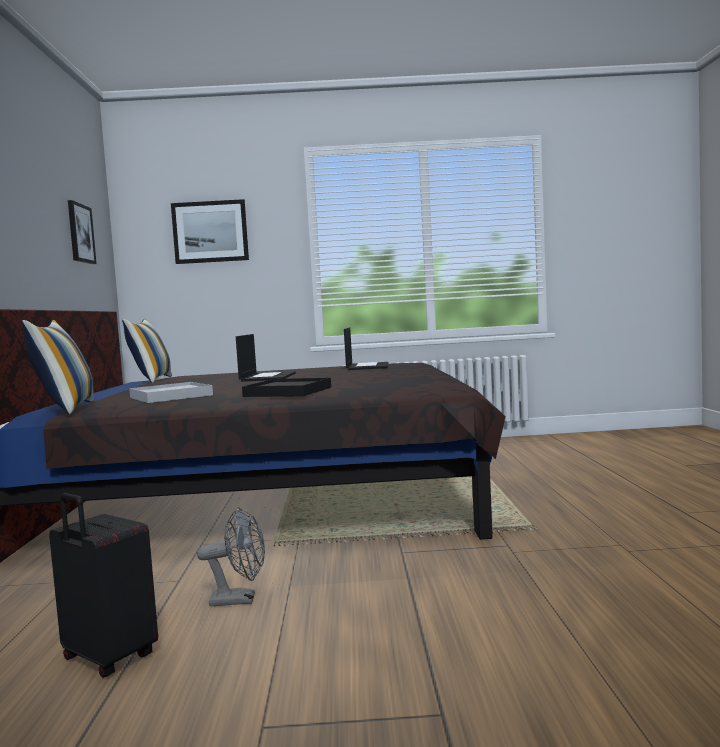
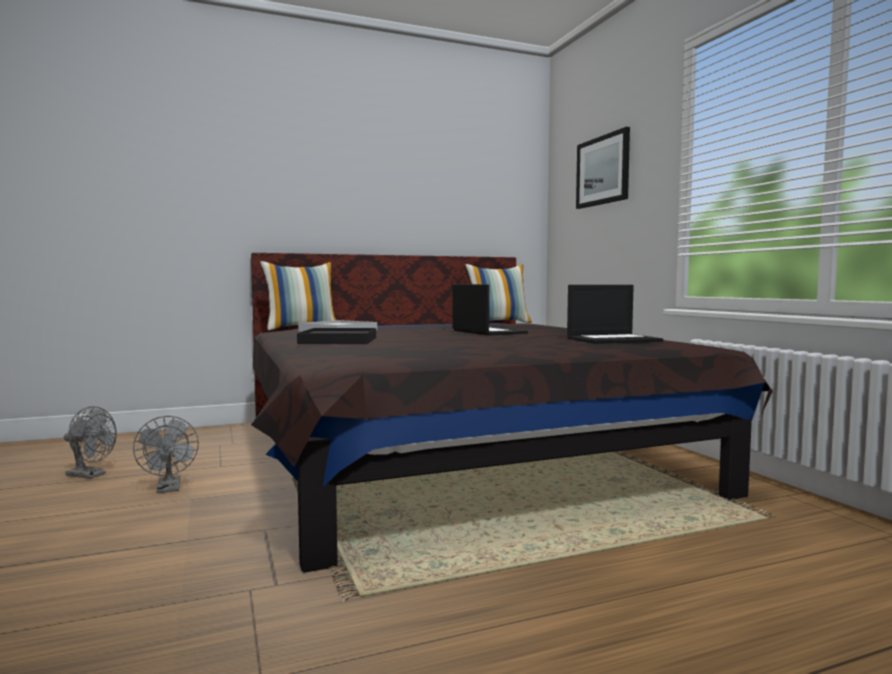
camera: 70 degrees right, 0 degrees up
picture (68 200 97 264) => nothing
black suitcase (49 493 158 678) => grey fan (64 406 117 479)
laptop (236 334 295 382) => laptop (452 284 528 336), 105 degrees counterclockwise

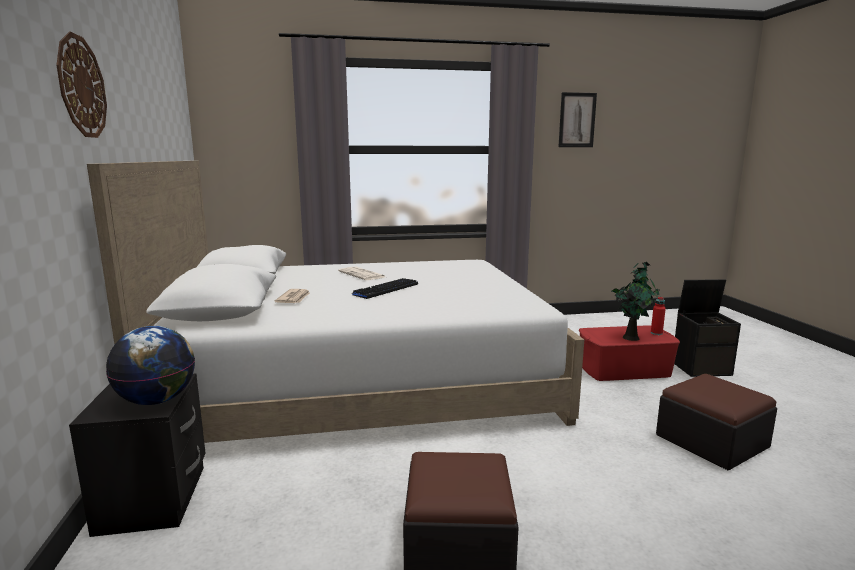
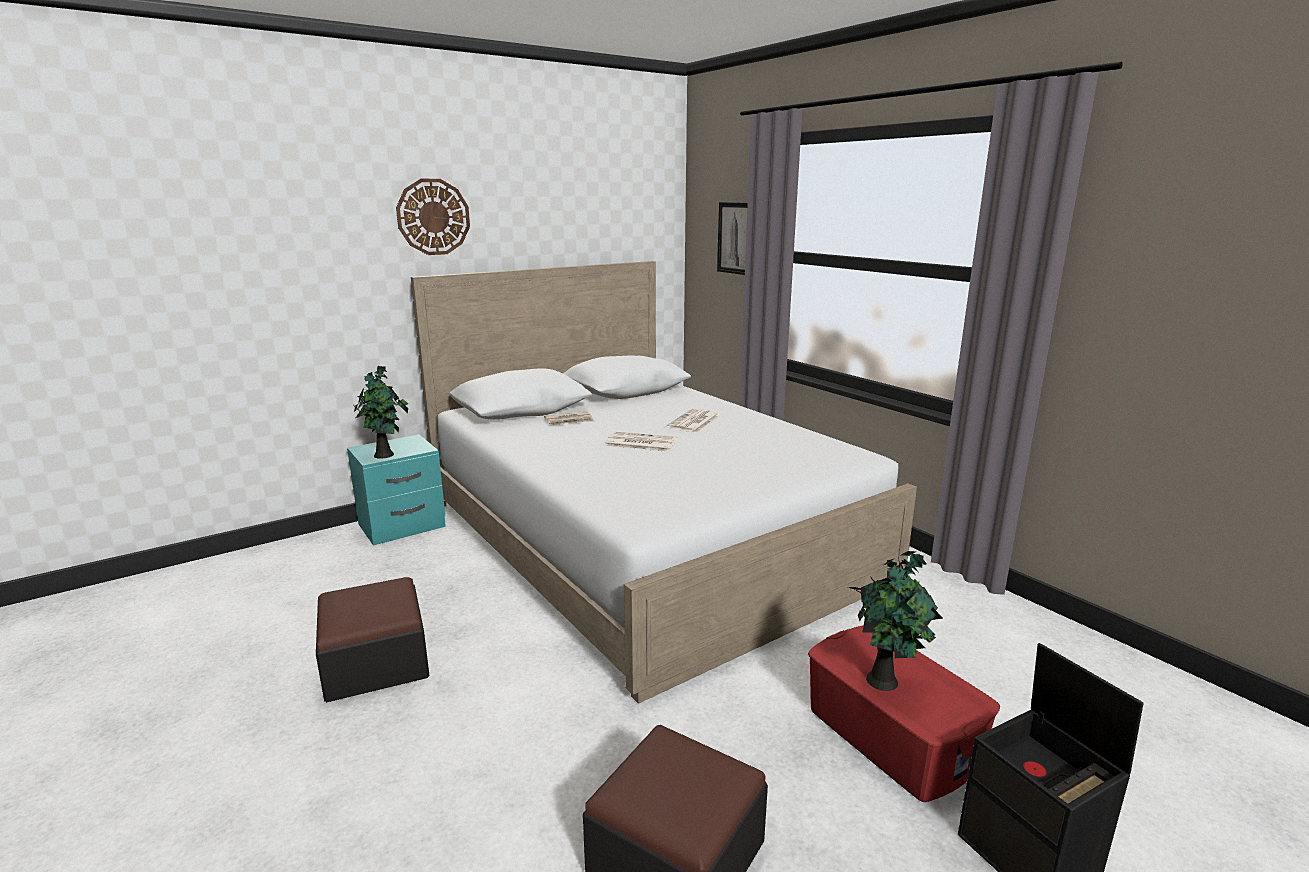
camera: 65 degrees right, 5 degrees up
red bottle (651 297 666 335) => nothing
picture (558 92 597 147) => picture (717 202 748 275), relocated
globe (106 326 195 405) => potted plant (353 366 408 459)
keyboard (353 278 418 299) => newspaper (604 432 677 452)
black nightstand (69 373 206 537) => turquoise nightstand (347 434 446 545)

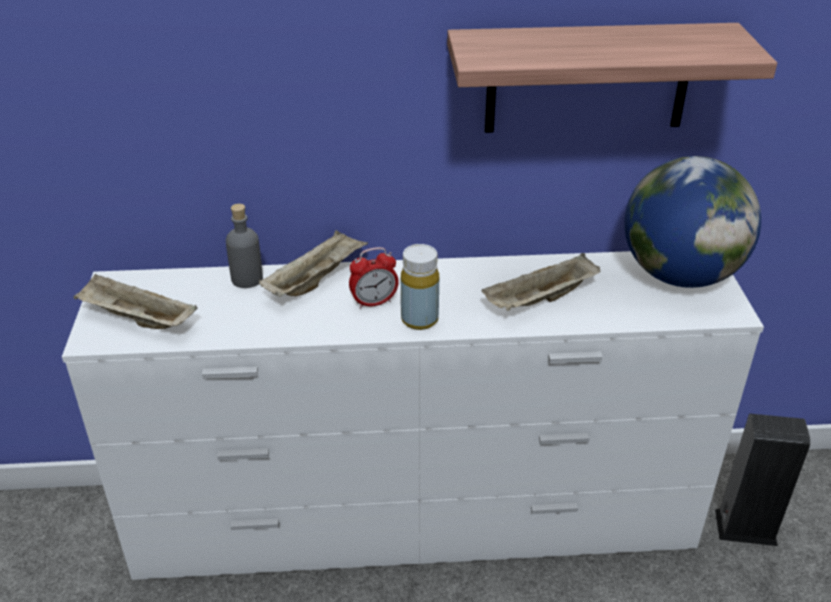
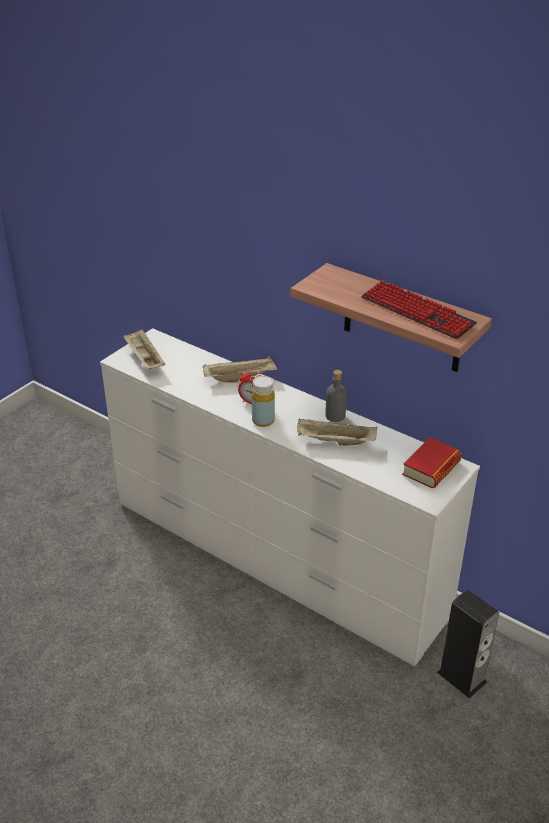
camera: 40 degrees right, 0 degrees up
nothing => keyboard (361 280 477 339)
grey bottle (226 204 263 288) => grey bottle (325 370 347 422), relocated
globe (624 156 761 288) => book (402 437 462 489)

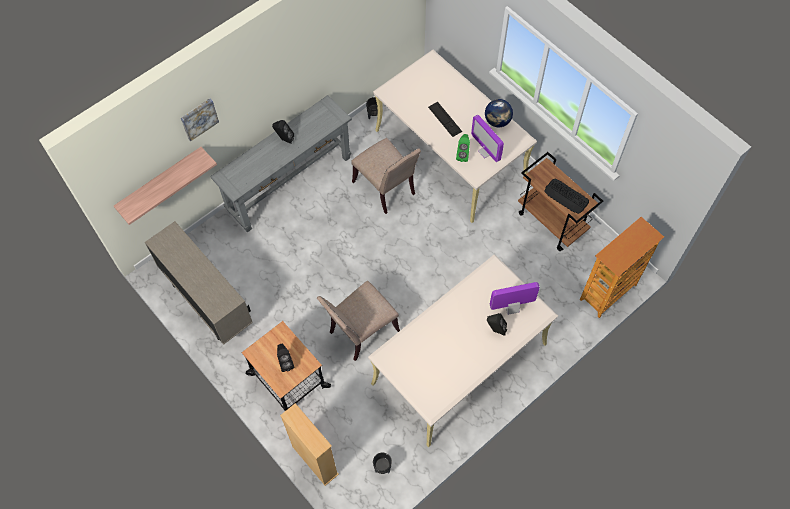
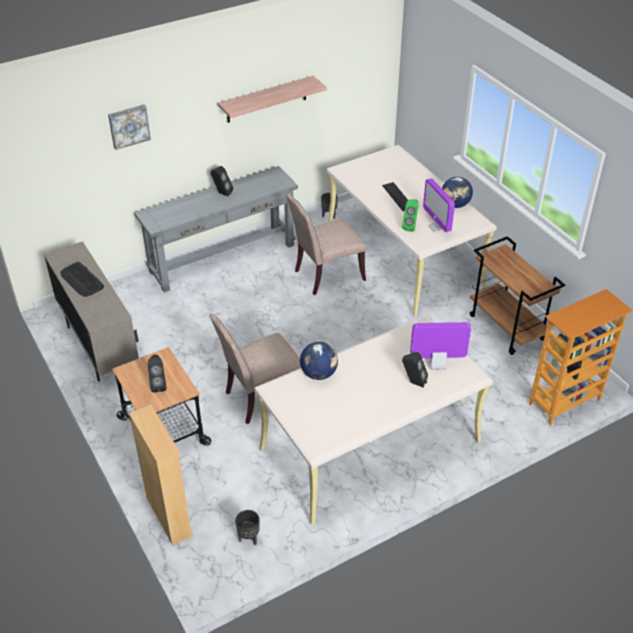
camera: 10 degrees right, 20 degrees down
nothing => globe (300 342 338 380)
shelf (114 147 217 225) => shelf (218 76 327 123), relocated
keyboard (544 178 589 214) => keyboard (60 262 104 297), relocated
beige chair (351 138 421 214) => beige chair (286 194 366 295), 90 degrees clockwise

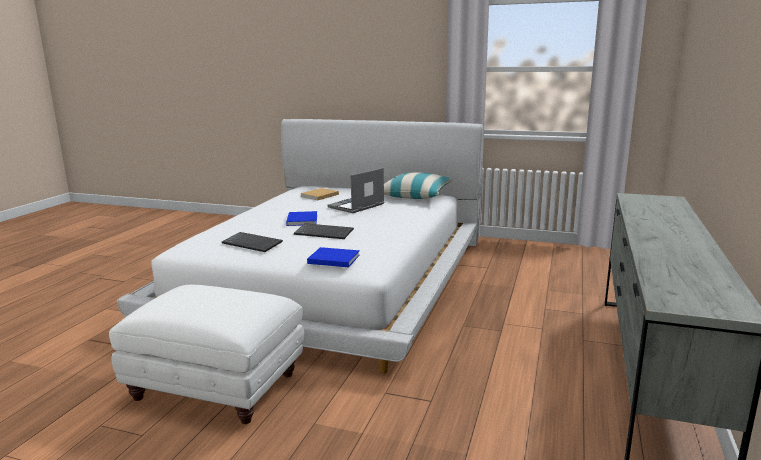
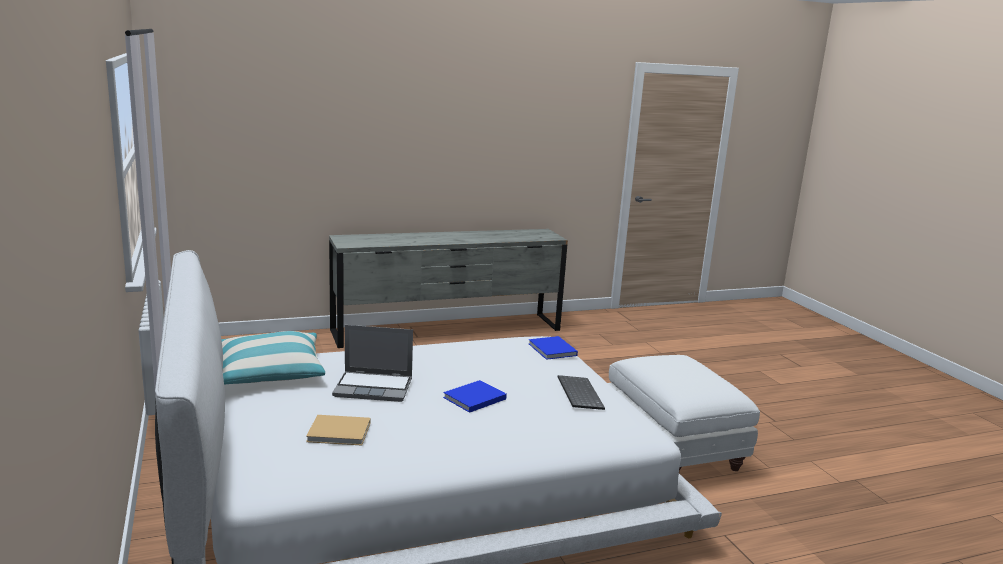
camera: 130 degrees left, 0 degrees up
keyboard (294 223 354 239) => nothing

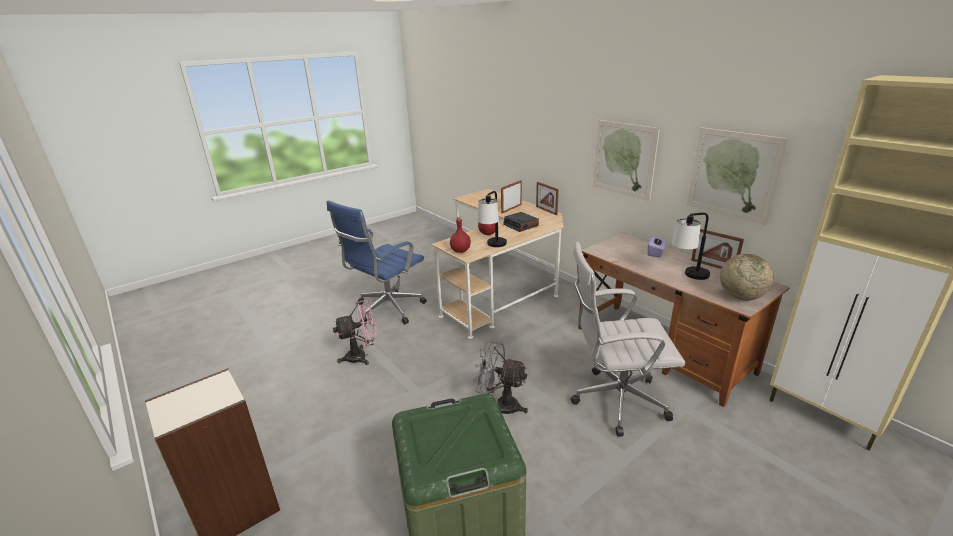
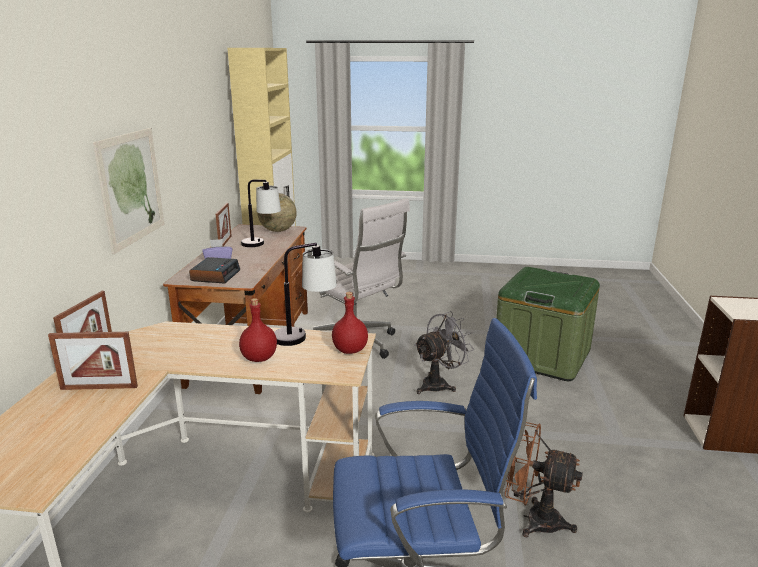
camera: 135 degrees left, 5 degrees down
picture (687 127 788 225) => nothing
alarm clock (503 212 539 232) => alarm clock (189 257 240 284), relocated
pink fan (333 300 378 365) => brown fan (505 422 583 537)
grey fan (474 341 528 414) => grey fan (414 311 474 394), 105 degrees counterclockwise

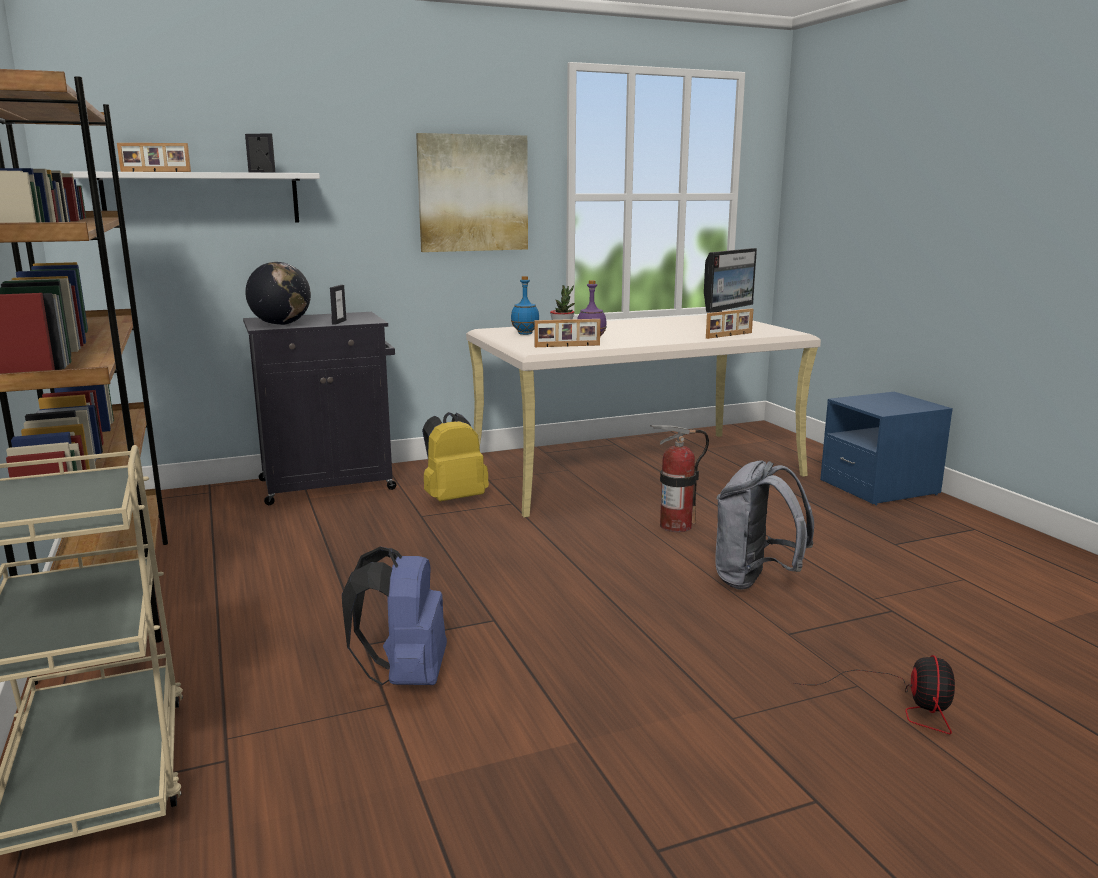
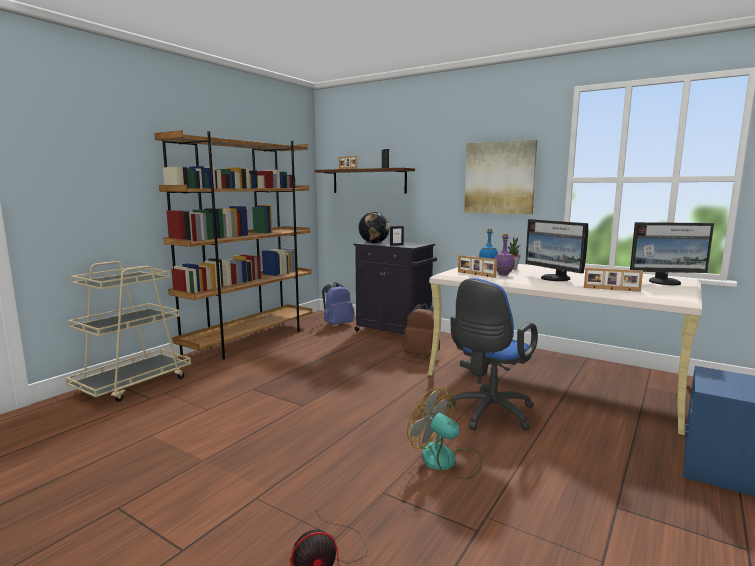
camera: 55 degrees right, 5 degrees down
nothing => monitor (525 219 588 281)
blue backpack (342 547 447 685) => blue backpack (322 282 355 325), relocated
fire extinguisher (650 425 709 532) => blue office chair (447 278 538 430)
grey backpack (715 460 814 590) => fan (407 388 483 479)
white shelf (70 171 320 223) => brown shelf (314 168 415 194)
yellow backpack (422 412 489 501) => brown backpack (402 303 440 356)

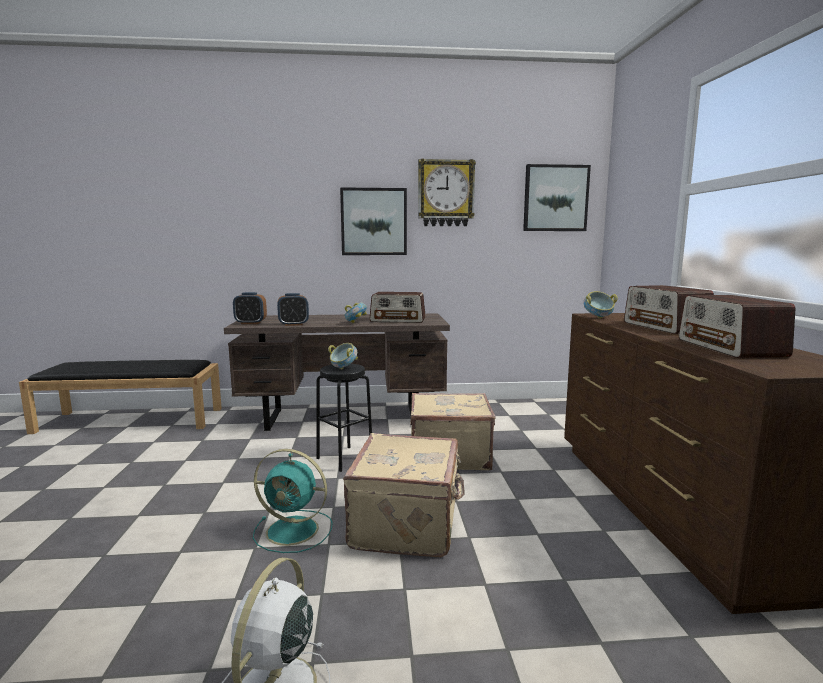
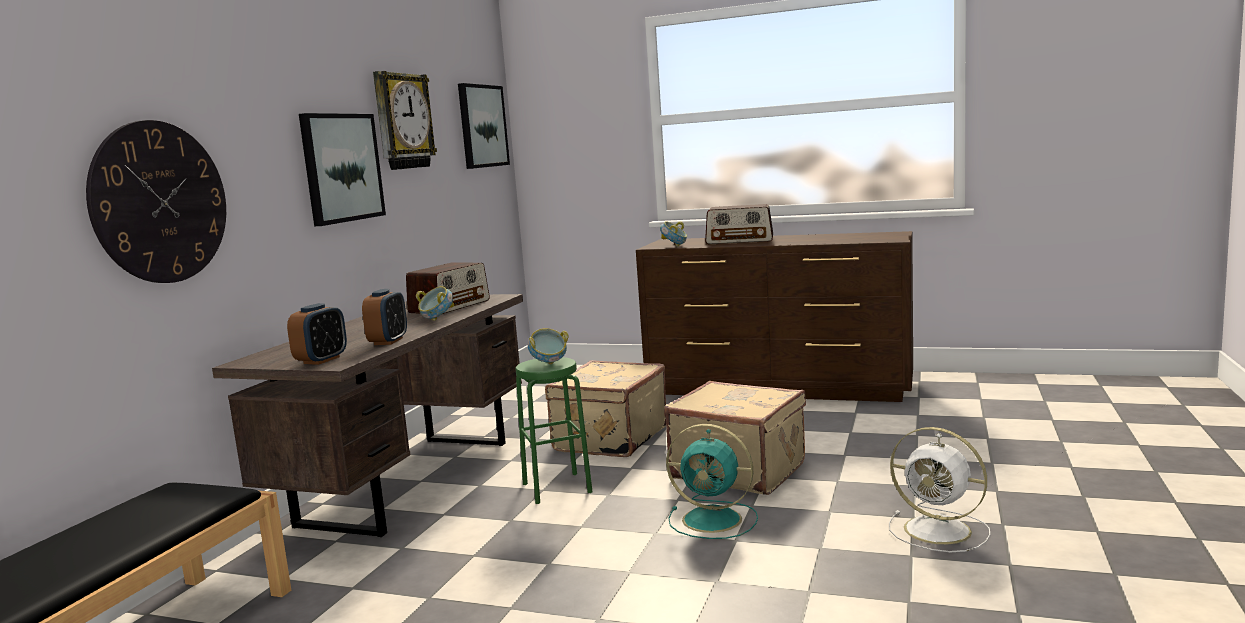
camera: 65 degrees left, 0 degrees up
radio (679 295 795 358) => nothing
nothing => wall clock (86 120 226 283)
black stool (316 364 372 472) => green stool (516 357 593 504)
turquoise fan (253 449 332 553) => turquoise fan (666 424 758 539), 75 degrees clockwise

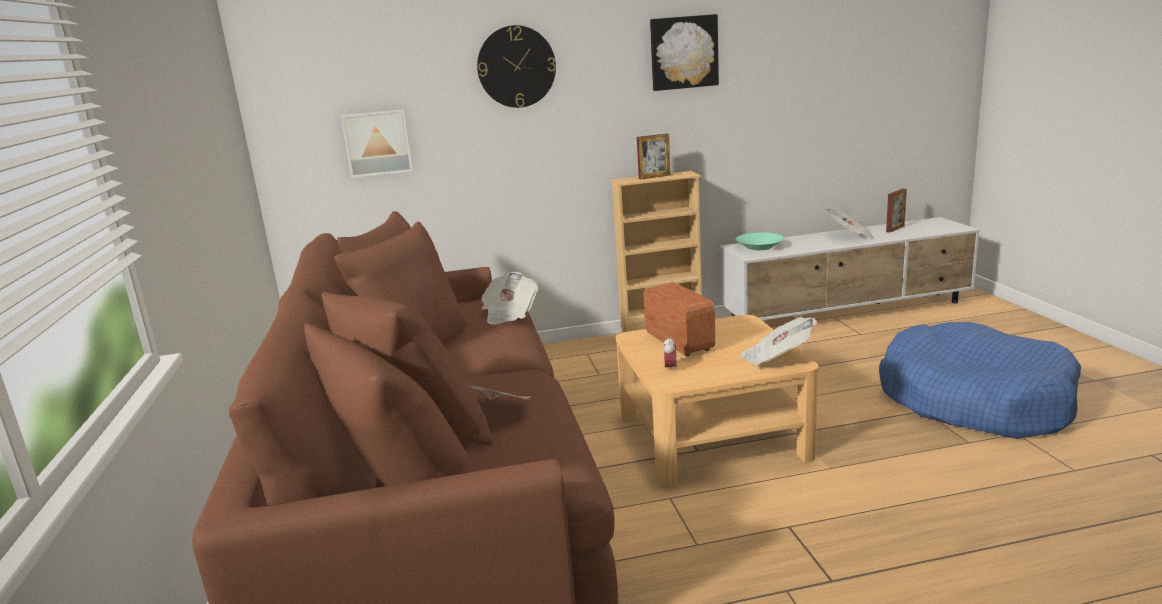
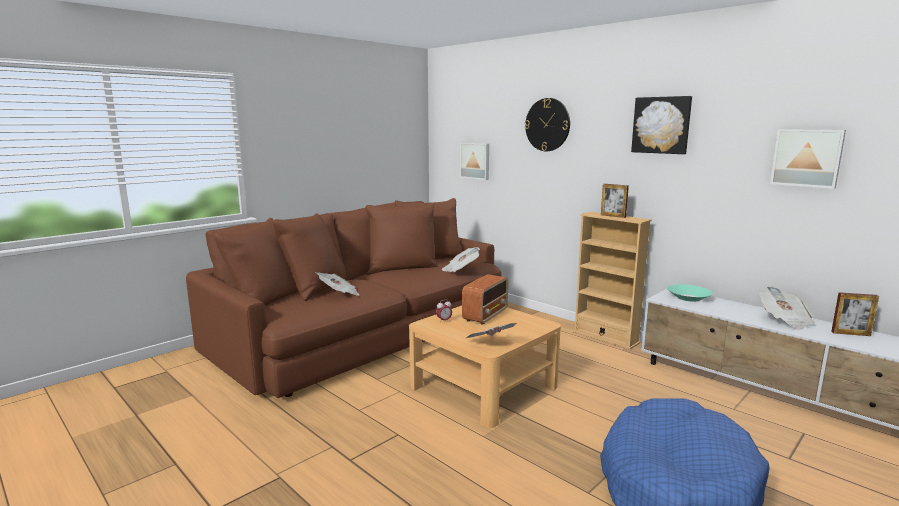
camera: 55 degrees right, 5 degrees down
nothing => picture (770 129 846 189)

